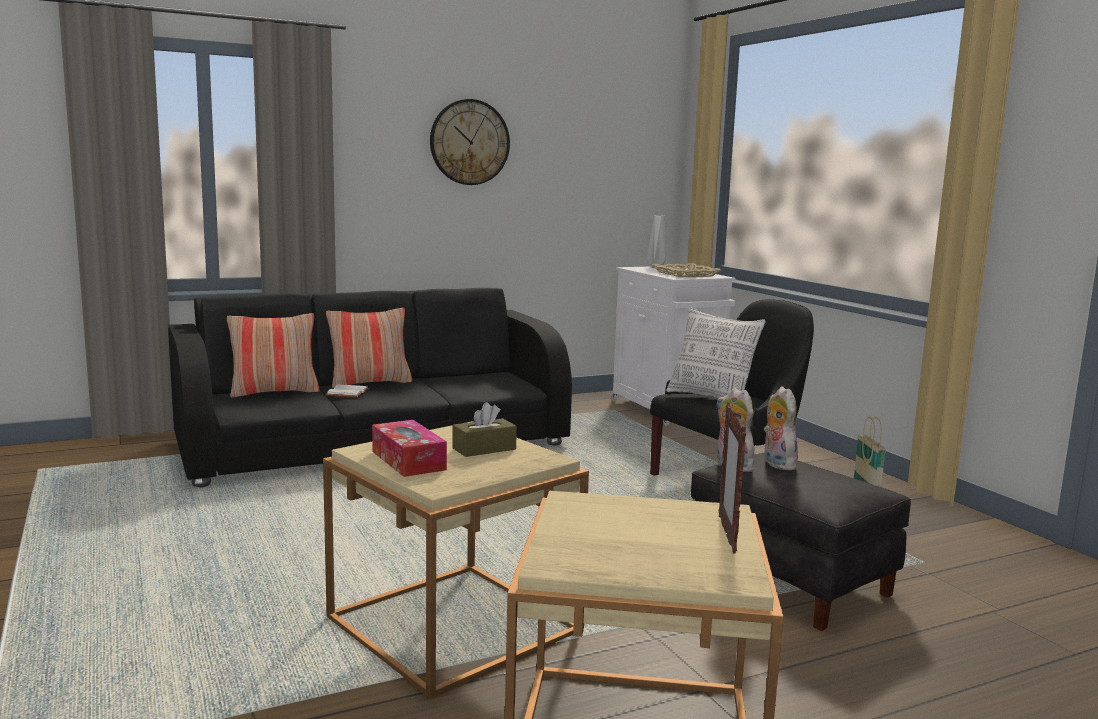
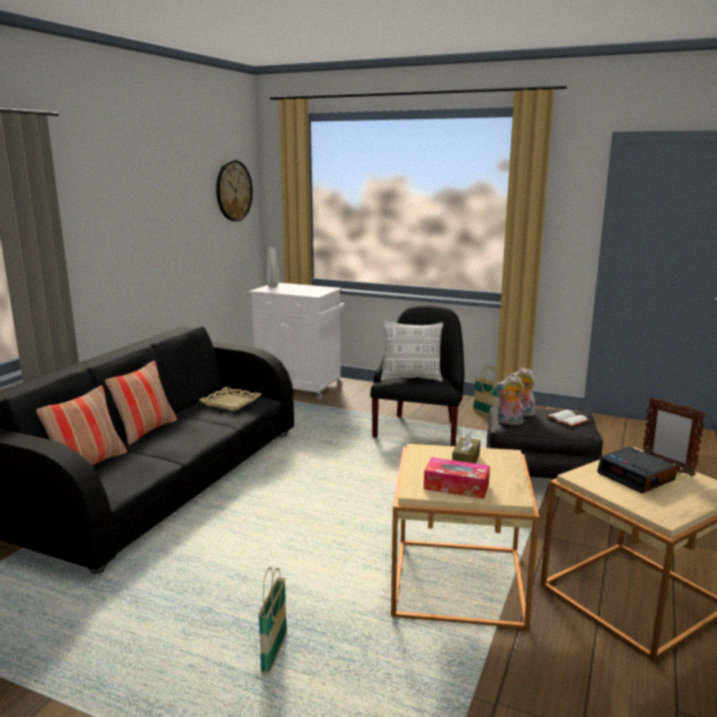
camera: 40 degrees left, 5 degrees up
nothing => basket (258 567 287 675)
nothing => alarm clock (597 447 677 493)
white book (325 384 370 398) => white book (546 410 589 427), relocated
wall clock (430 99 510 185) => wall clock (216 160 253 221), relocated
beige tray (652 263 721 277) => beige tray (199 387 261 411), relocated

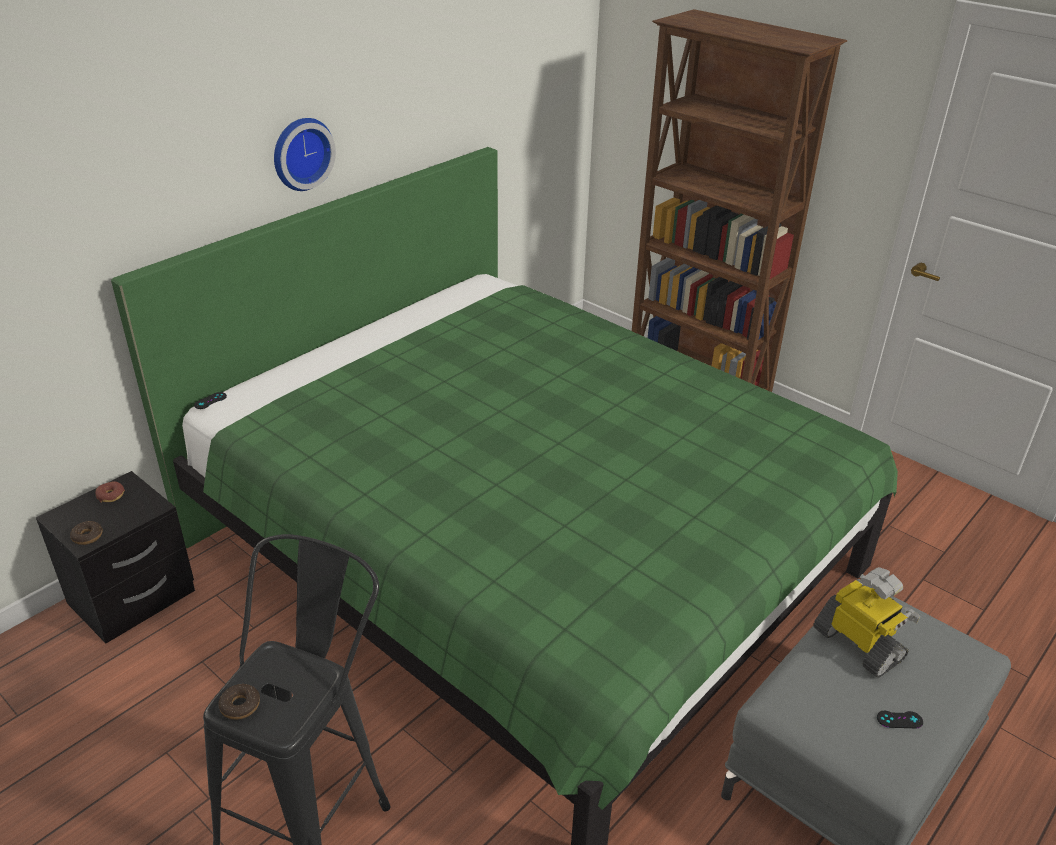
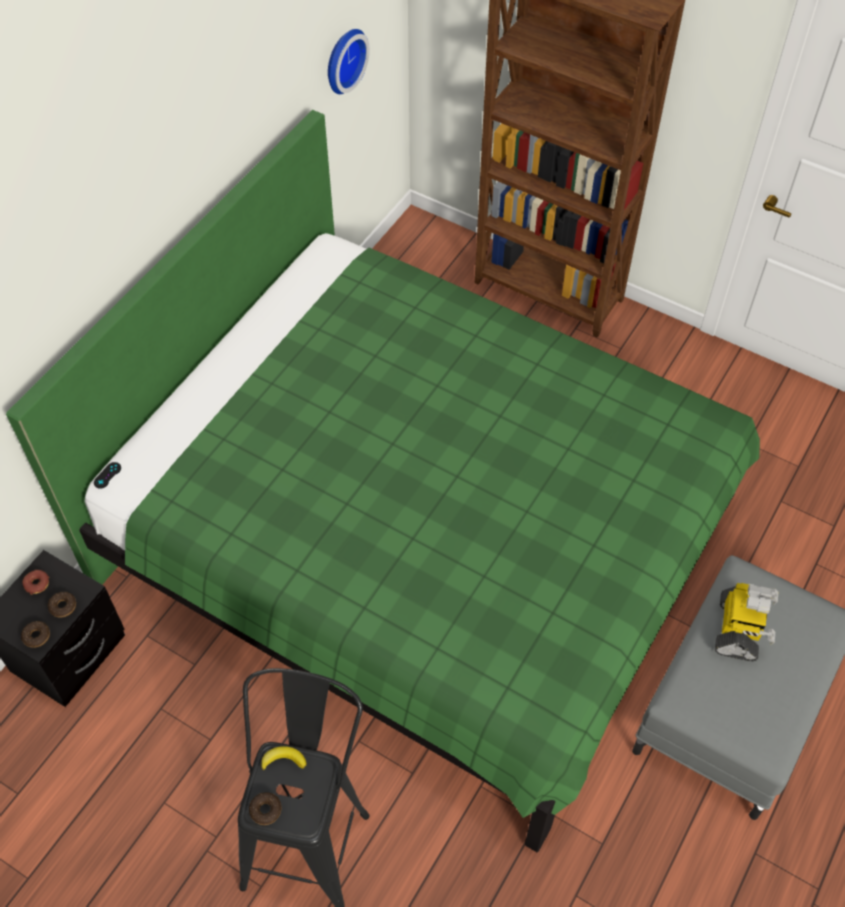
camera: 10 degrees left, 20 degrees up
black game controller (877 711 923 728) => nothing
nothing => donut (48 592 76 618)
nothing => banana (262 746 307 770)
wall clock (274 118 336 191) => wall clock (328 29 370 94), relocated
toy robot (813 567 920 678) => toy robot (715 583 778 662), 60 degrees clockwise

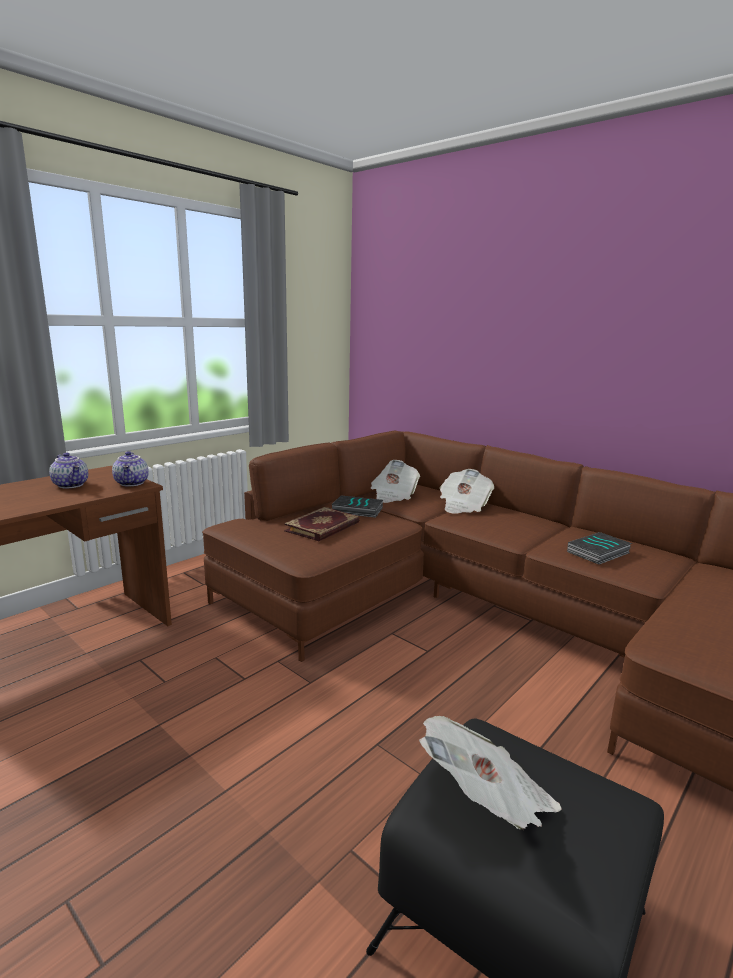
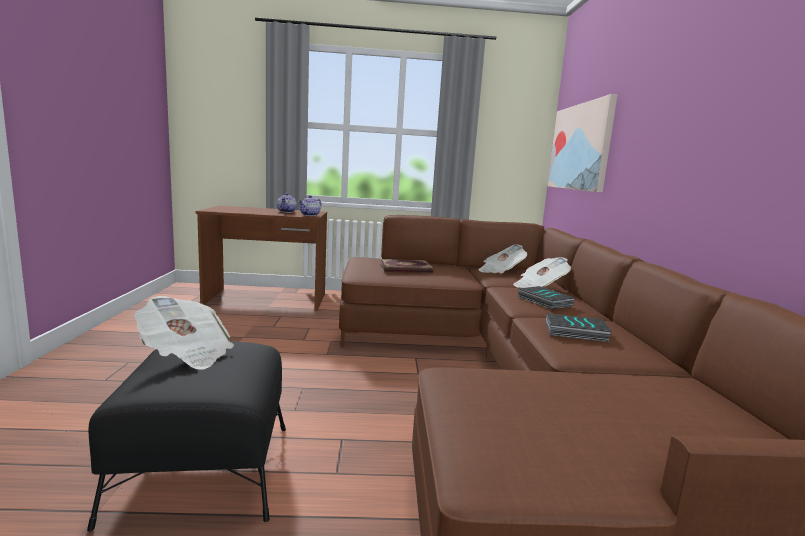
camera: 45 degrees right, 5 degrees down
nothing => picture (548 94 617 192)
book (331 495 383 518) => book (518 286 575 309), relocated

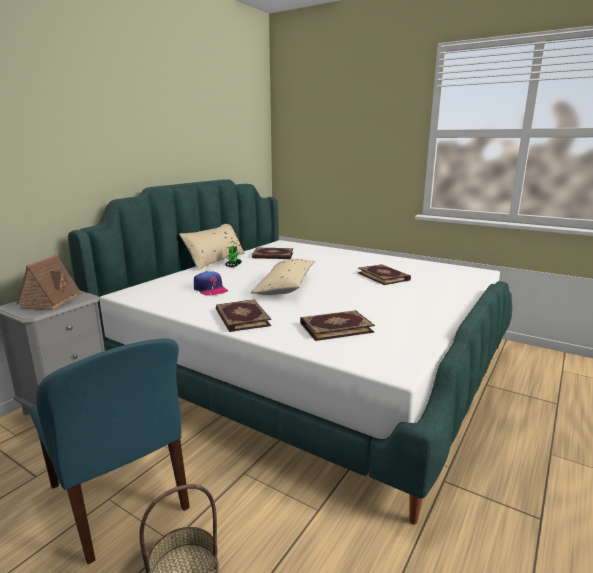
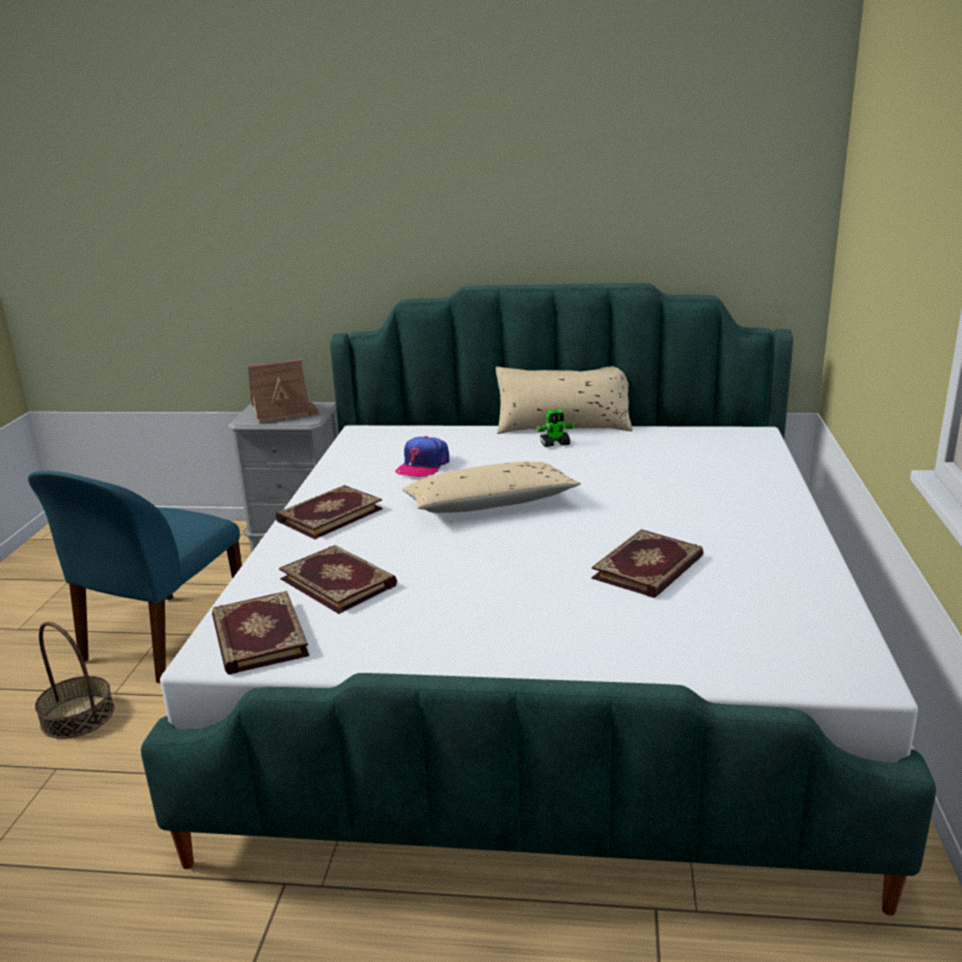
camera: 65 degrees right, 5 degrees up
book (252 248 293 259) => book (212 591 309 675), relocated

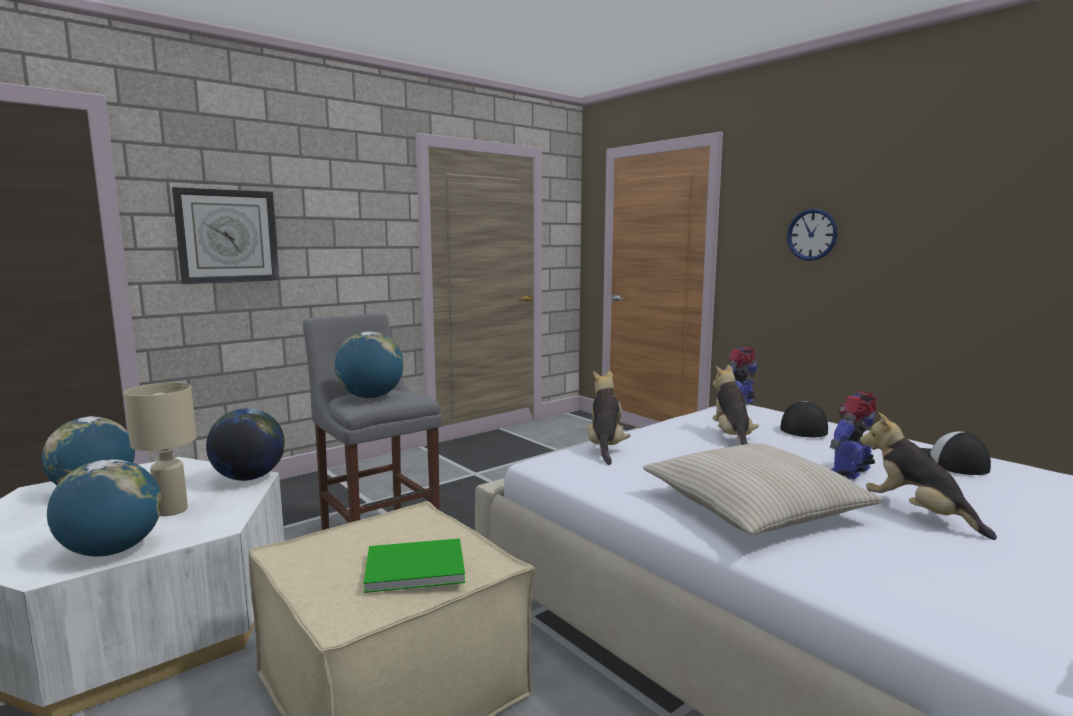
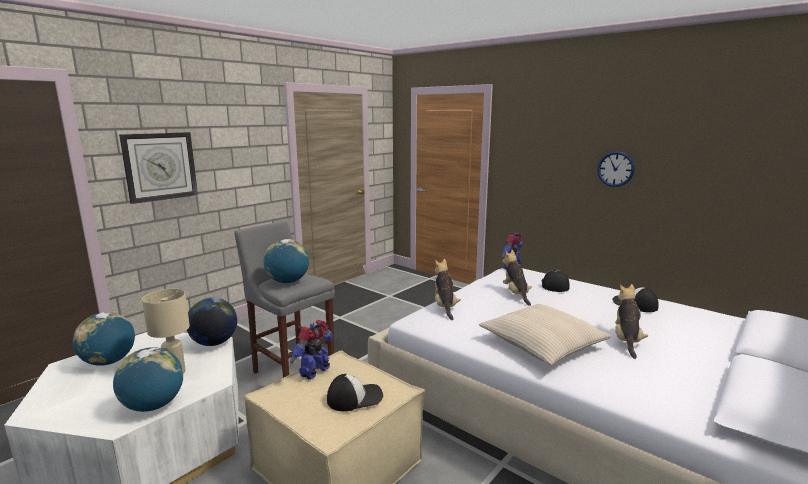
camera: 10 degrees left, 5 degrees up
wall clock (787 209 838 261) => wall clock (597 152 635 187), relocated
toy robot (830 391 877 480) => toy robot (290 320 333 380), relocated
green book (363 538 465 593) => cap (327 374 383 411)
plush toy (860 412 997 540) => plush toy (615 284 648 359), 60 degrees clockwise

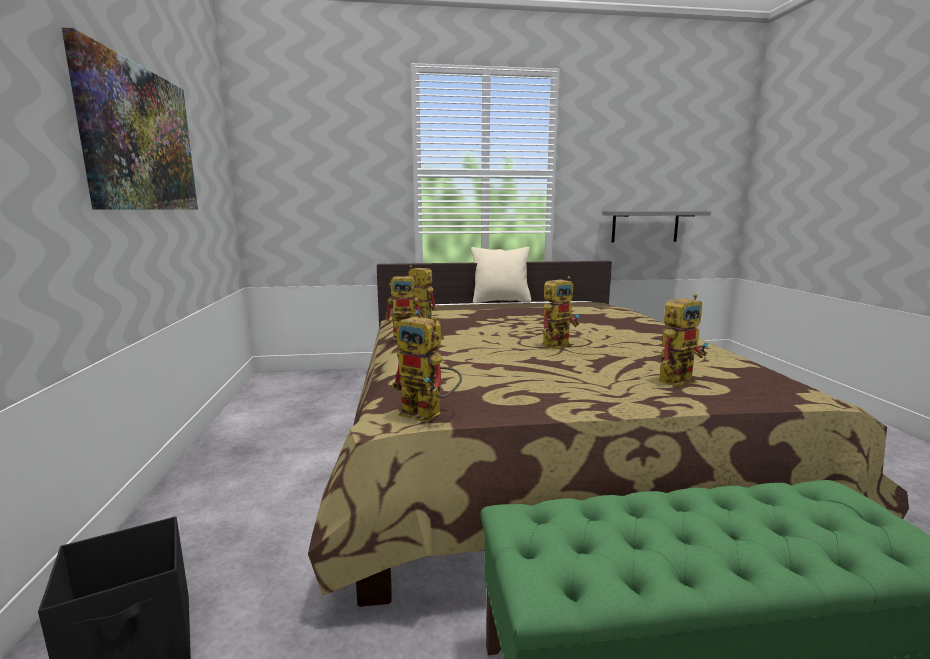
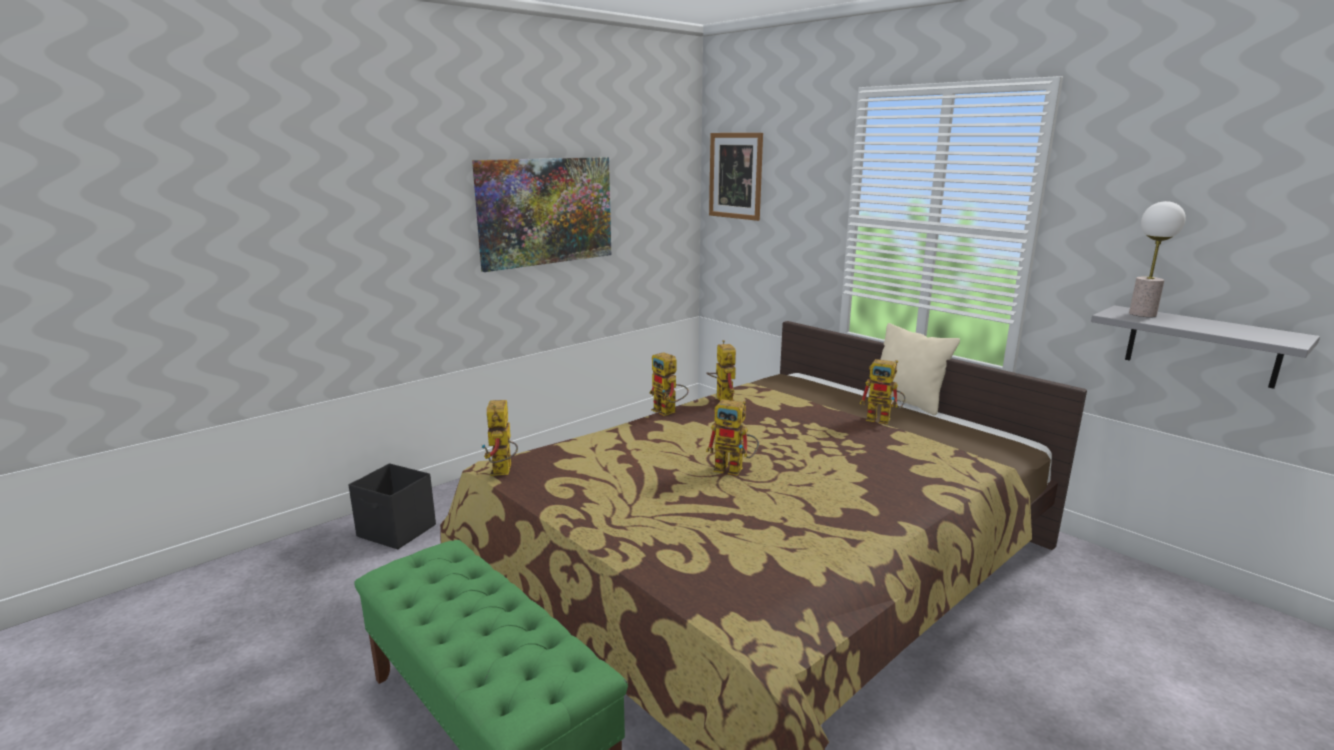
camera: 55 degrees right, 5 degrees up
nothing => picture (709 133 763 221)
nothing => table lamp (1129 201 1186 317)
toy robot (659 294 708 387) => toy robot (860 359 906 424), relocated

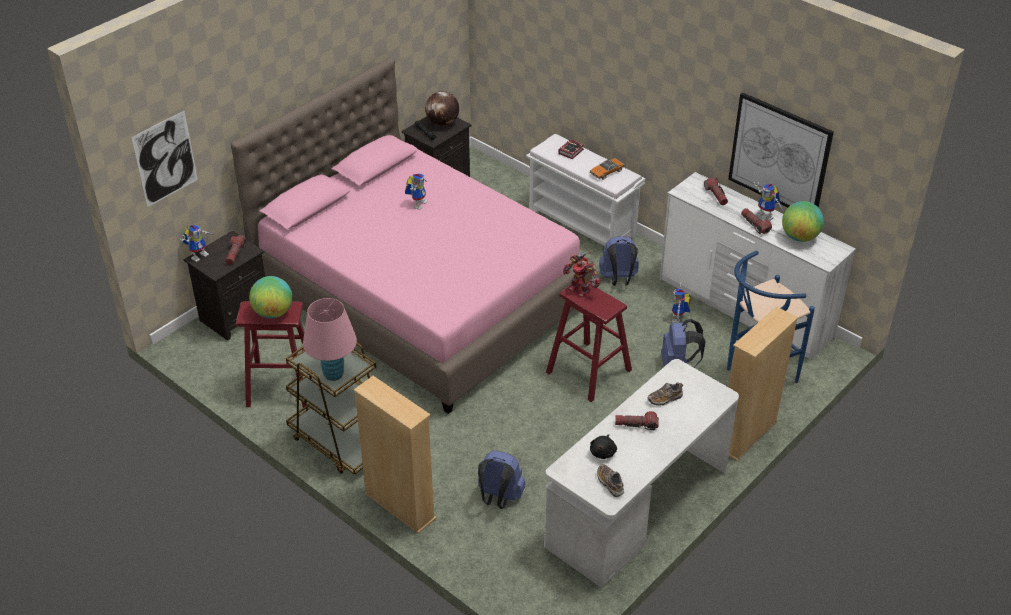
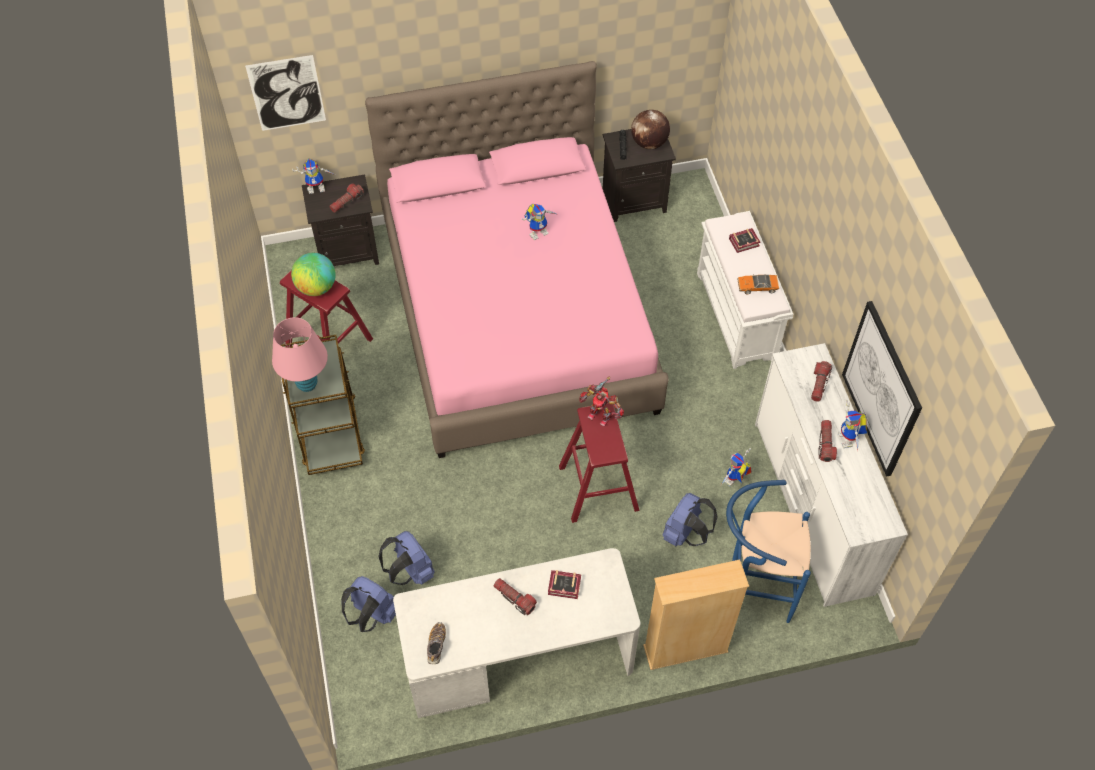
camera: 35 degrees right, 15 degrees up
beige bookcase (354 376 436 534) => nothing
black plush toy (590 434 617 459) => nothing
globe (782 201 824 242) => nothing
blue backpack (599 236 639 286) => blue backpack (341 576 396 632), relocated
shoe (648 382 683 406) => book (548 570 581 599)
toy robot (563 250 600 297) => toy robot (579 377 624 427), 45 degrees counterclockwise

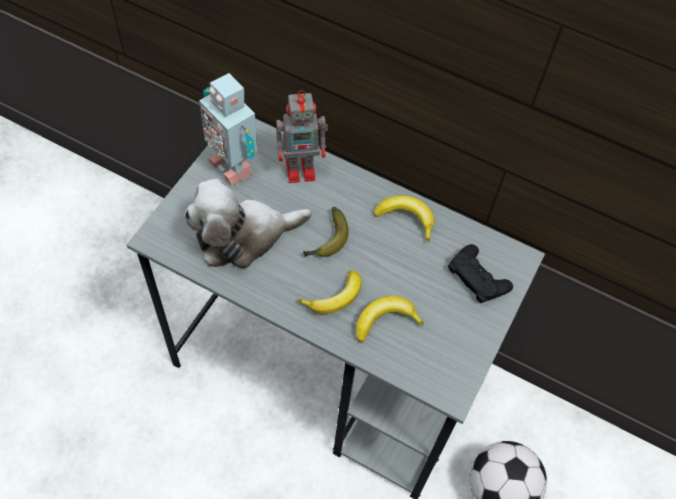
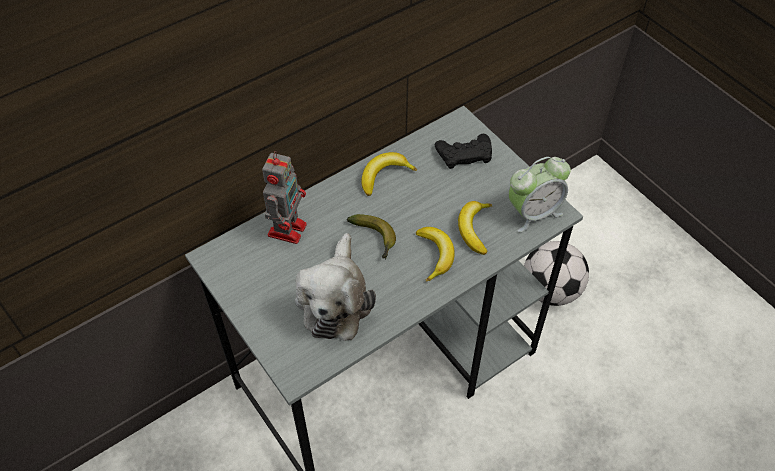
camera: 60 degrees left, 5 degrees down
toy robot (199 73 257 186) => nothing
nothing => alarm clock (508 157 571 232)

